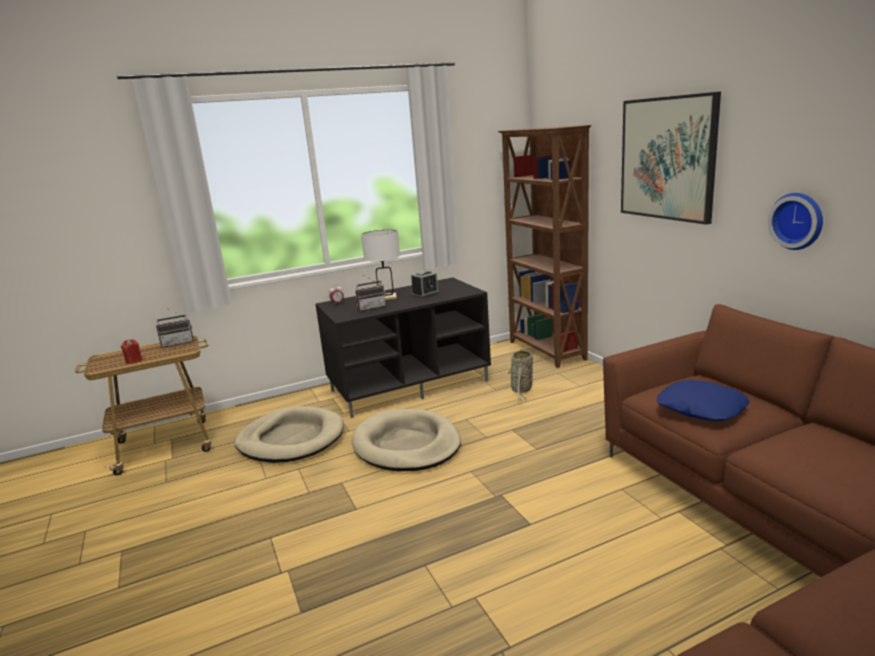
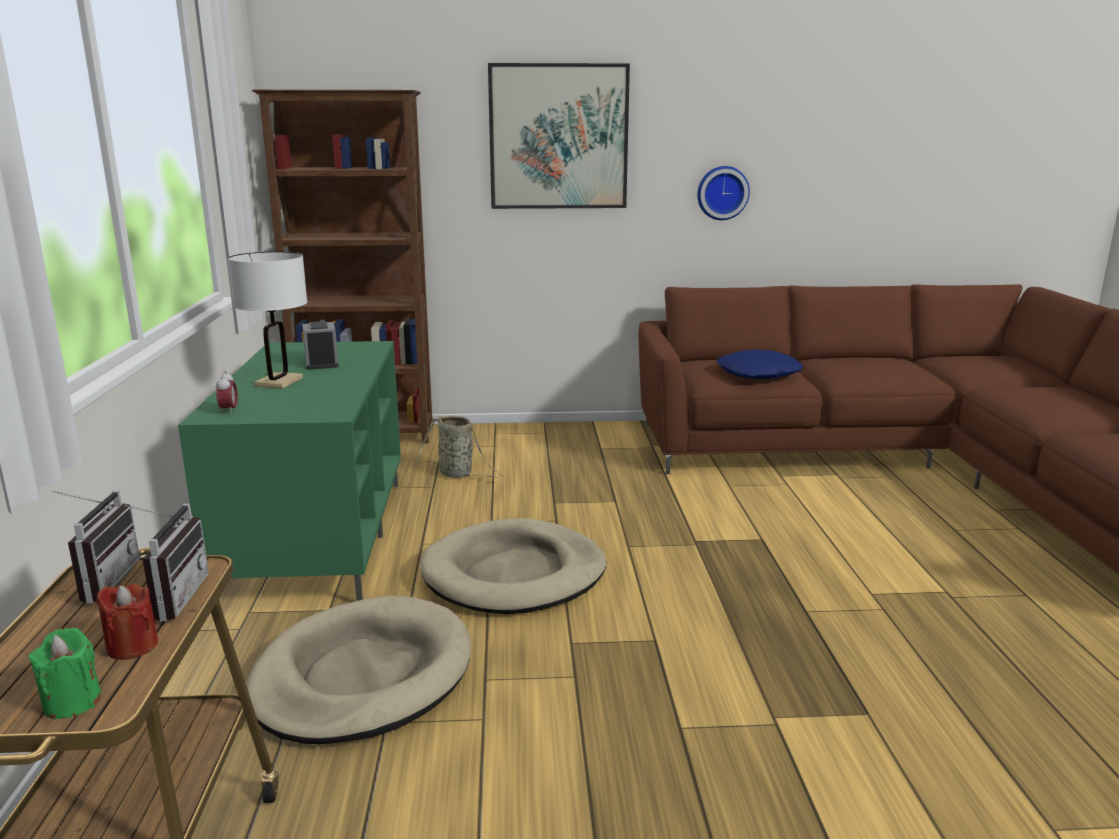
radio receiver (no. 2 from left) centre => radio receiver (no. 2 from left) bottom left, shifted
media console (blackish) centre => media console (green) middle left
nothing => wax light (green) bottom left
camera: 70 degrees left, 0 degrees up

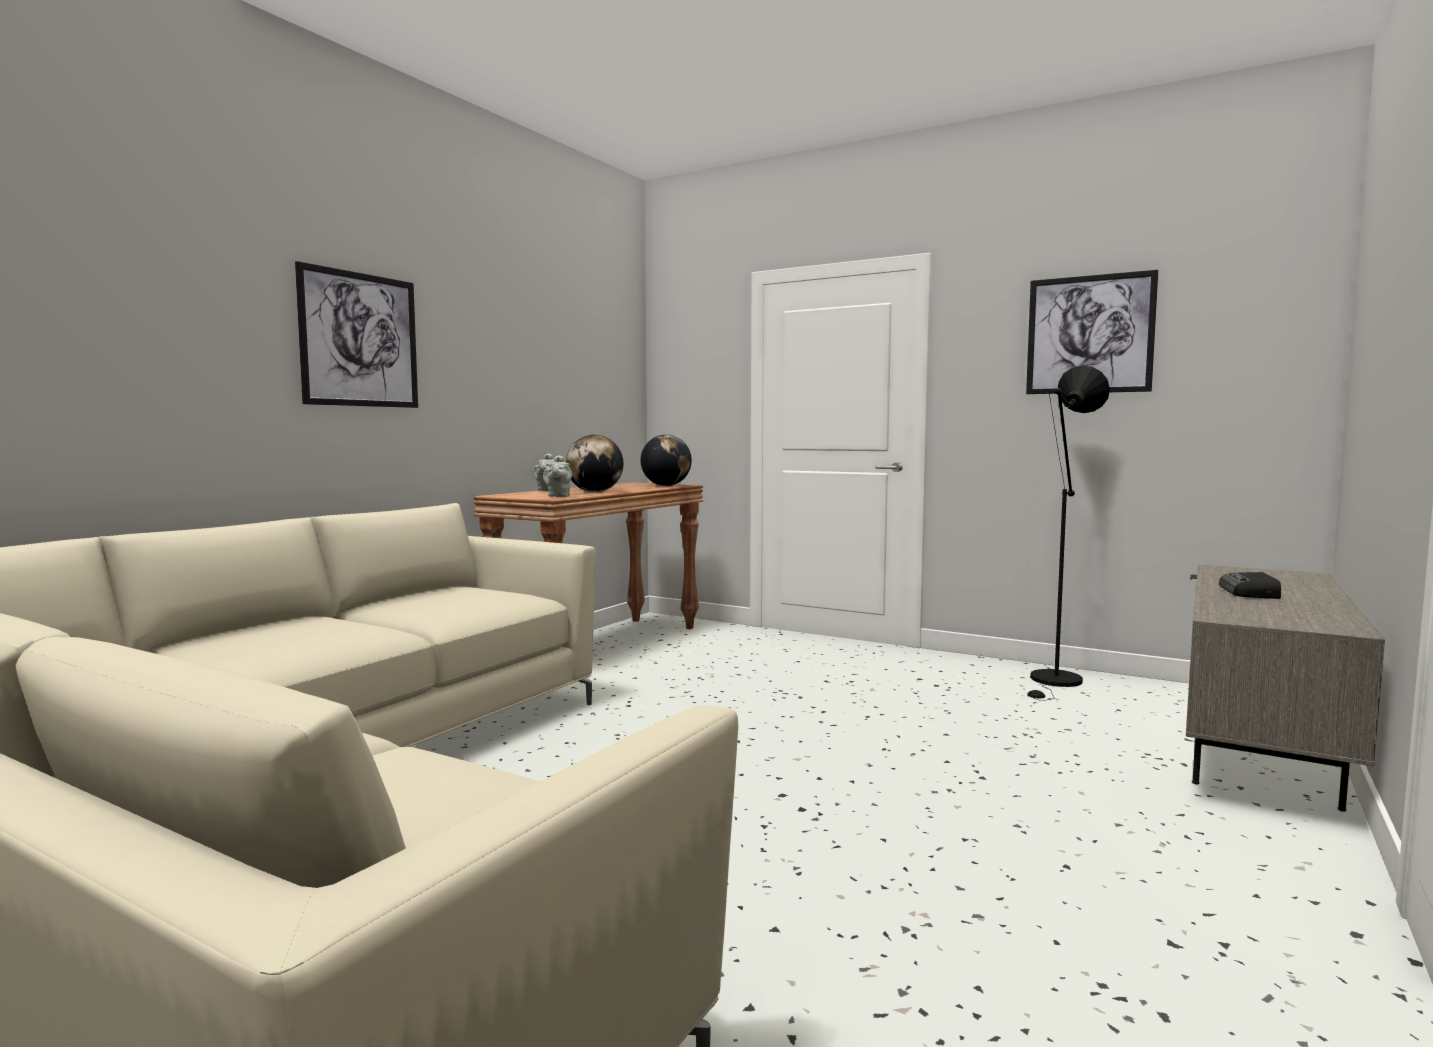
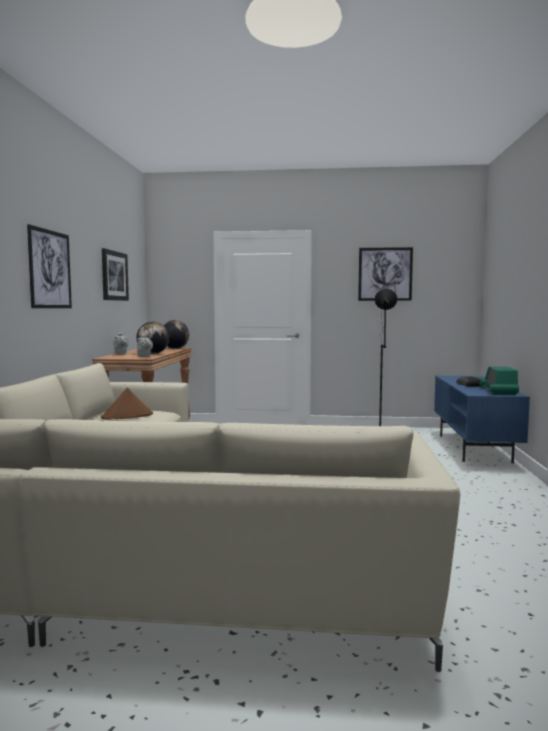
media console (gray) middle right => media console (bluish) middle right
nothing => picture (no. 2 from left) middle left
nothing => radio receiver (no. 2 from left) middle right
nothing => clothing hat (brownish) middle left
camera: 25 degrees left, 0 degrees up

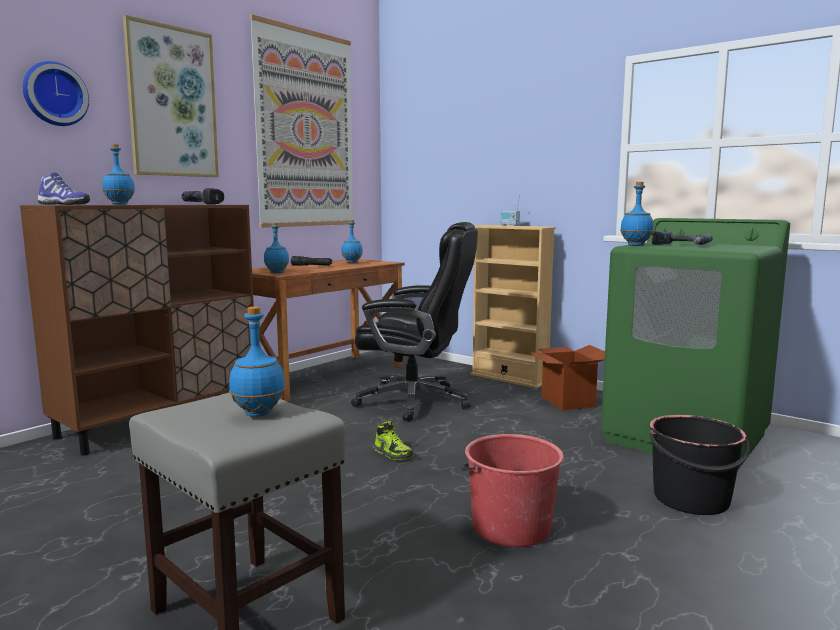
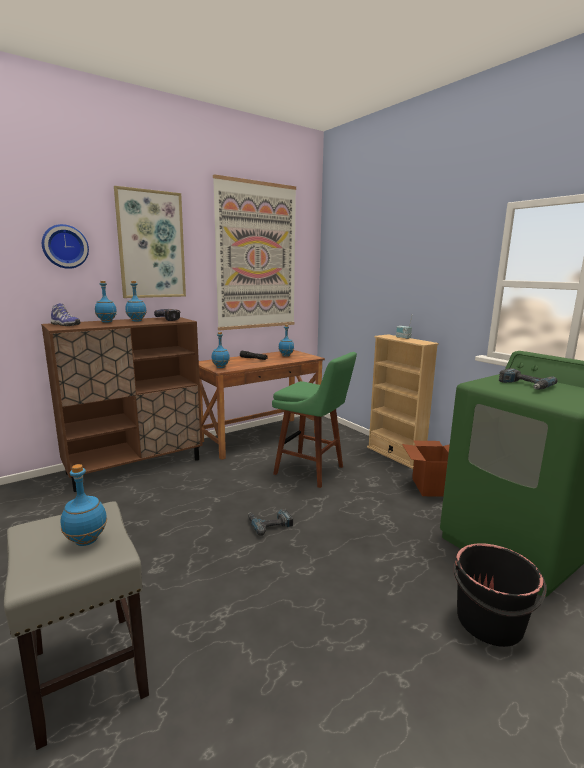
bottle (bluish) (no. 5 from left in the first image) middle right => bottle (bluish) (no. 3 from left) middle left, shifted
office chair (blackish) centre => stool seat (green) centre
low shoe (no. 2 from left) bottom centre => power drill (no. 2 from left) bottom centre
bucket (red-coloured) bottom centre => nothing
camera: 15 degrees right, 5 degrees up

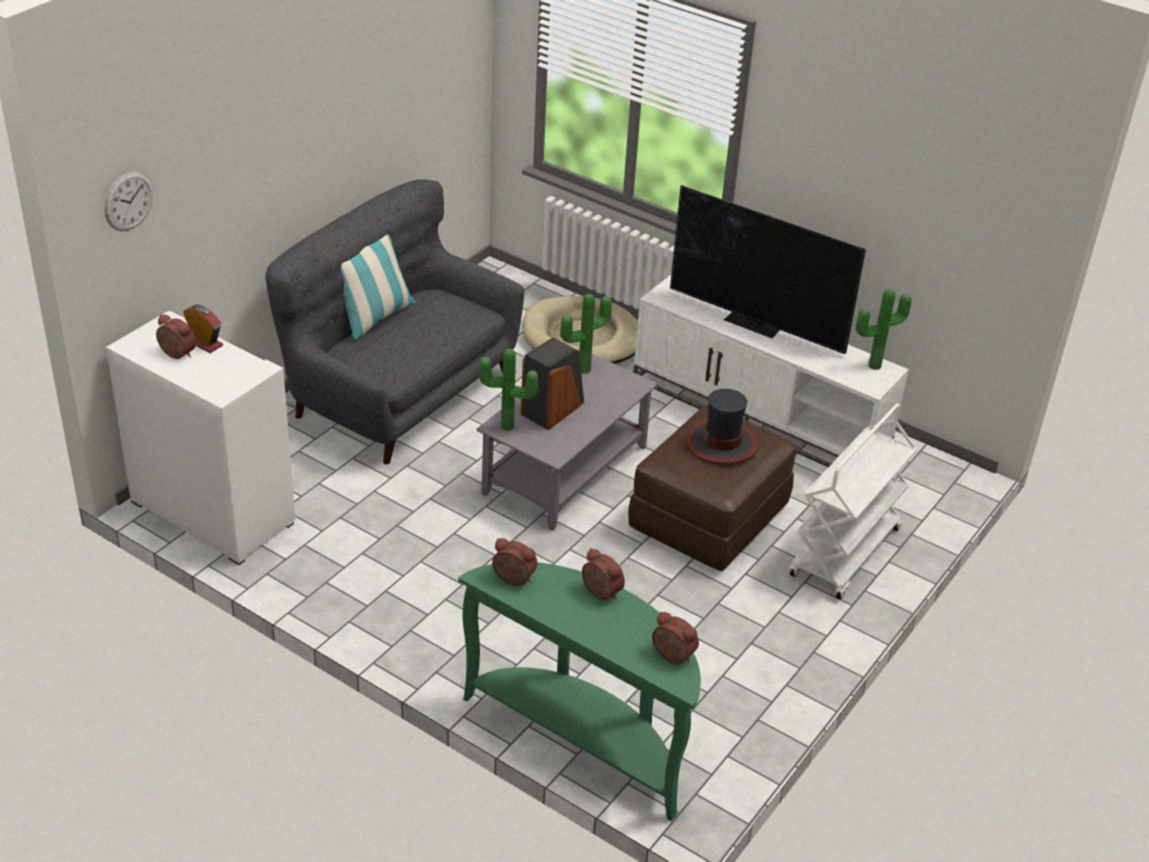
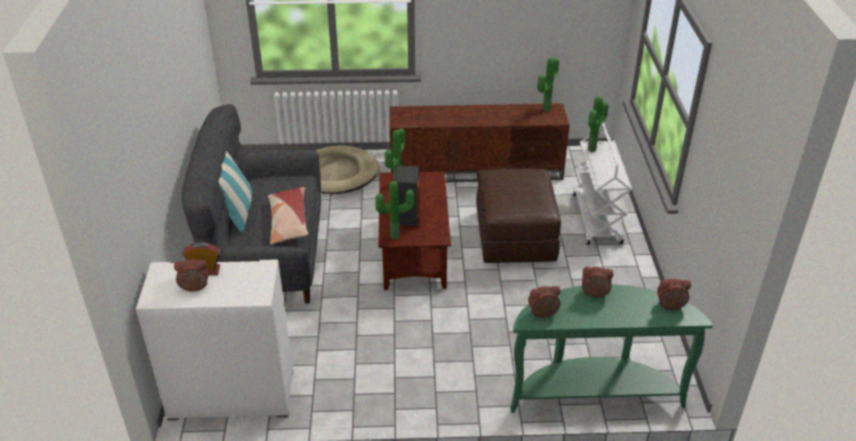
clock on the wall top left => nothing
TV top right => nothing
media console (white-coloured) middle right => media console (brownish) top centre
low table (gray) centre => low table (brownish) centre
clothing hat centre => nothing
nothing => houseplant (no. 4 from left) top right
nothing => cushion (no. 2 from left) centre
camera: 35 degrees left, 0 degrees up

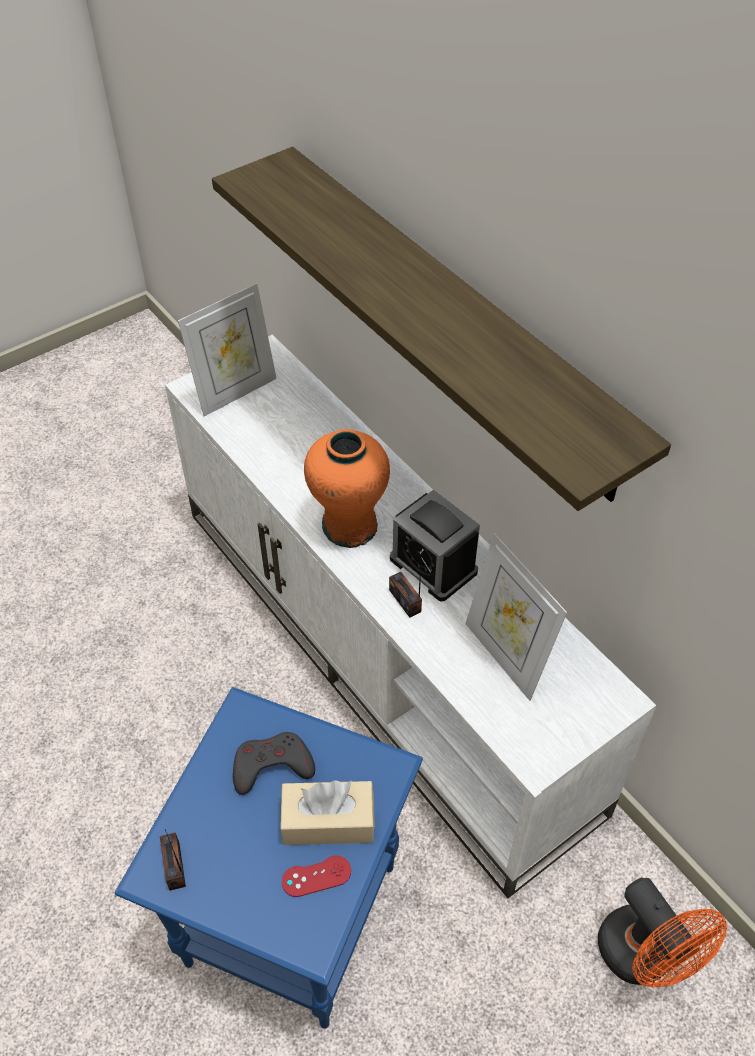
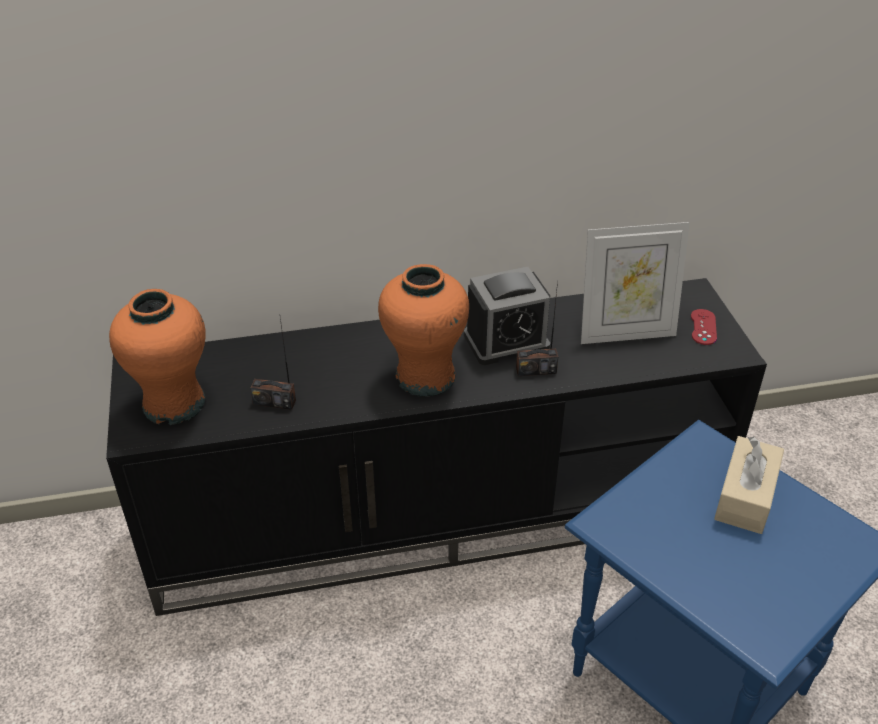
shelf top centre => nothing
standing frame (no. 1 from left) top left => decorative vase (orangey) (no. 1 from left) middle left
media console (white-coloured) centre => media console (blackish) centre
joypad (gray) bottom centre => nothing
radio receiver (no. 1 from left) bottom left => radio receiver (no. 1 from left) middle left, shifted
joypad (red-coloured) bottom centre => joypad (red-coloured) middle right, shifted
cooling fan (orangey) bottom right => nothing
camera: 65 degrees left, 10 degrees down

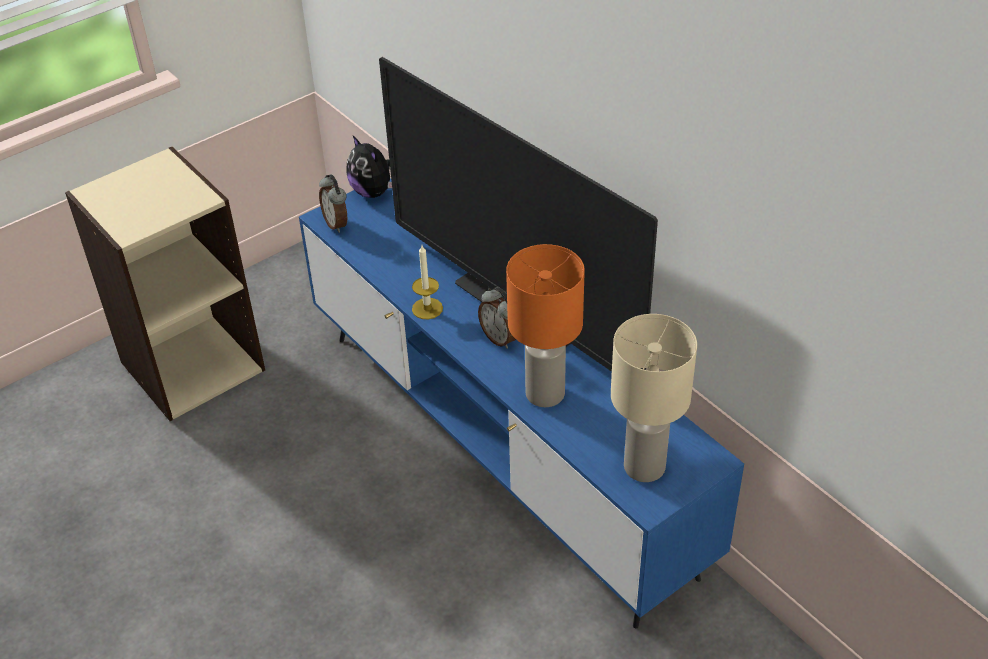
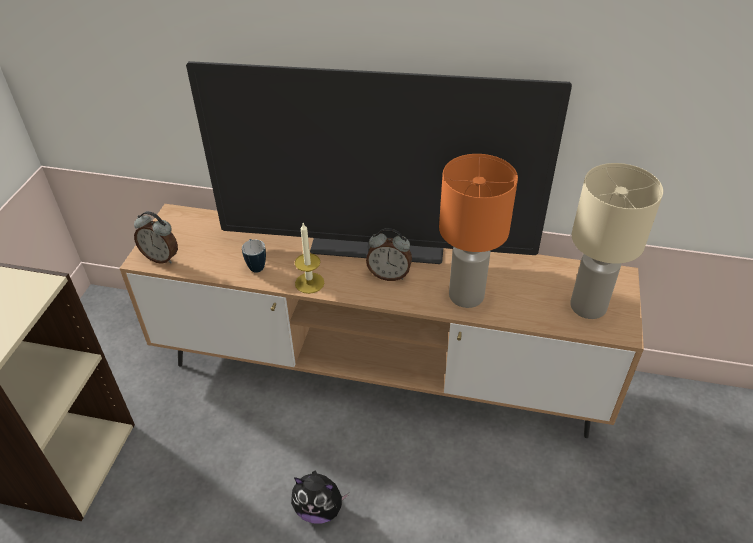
plush toy top centre => plush toy bottom centre, shifted
media console (bluish) centre => media console (brownish) centre
nothing => mug centre
camera: 40 degrees left, 0 degrees up

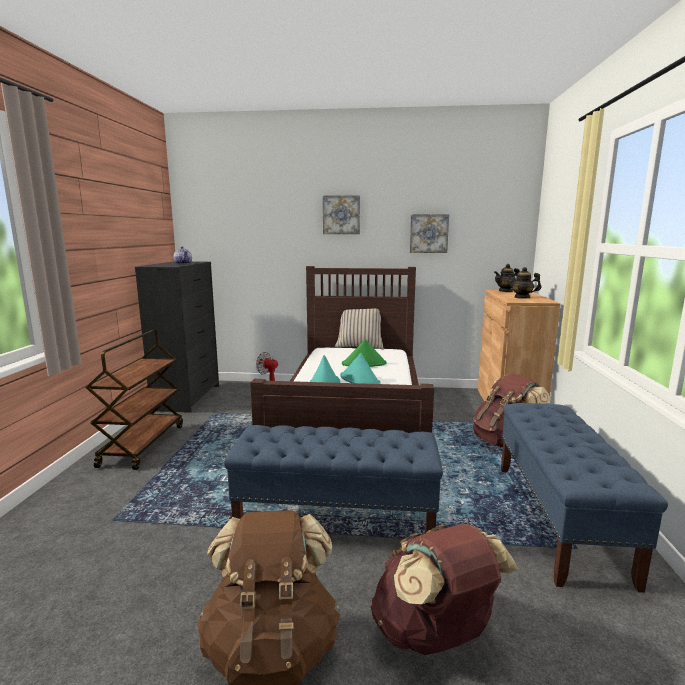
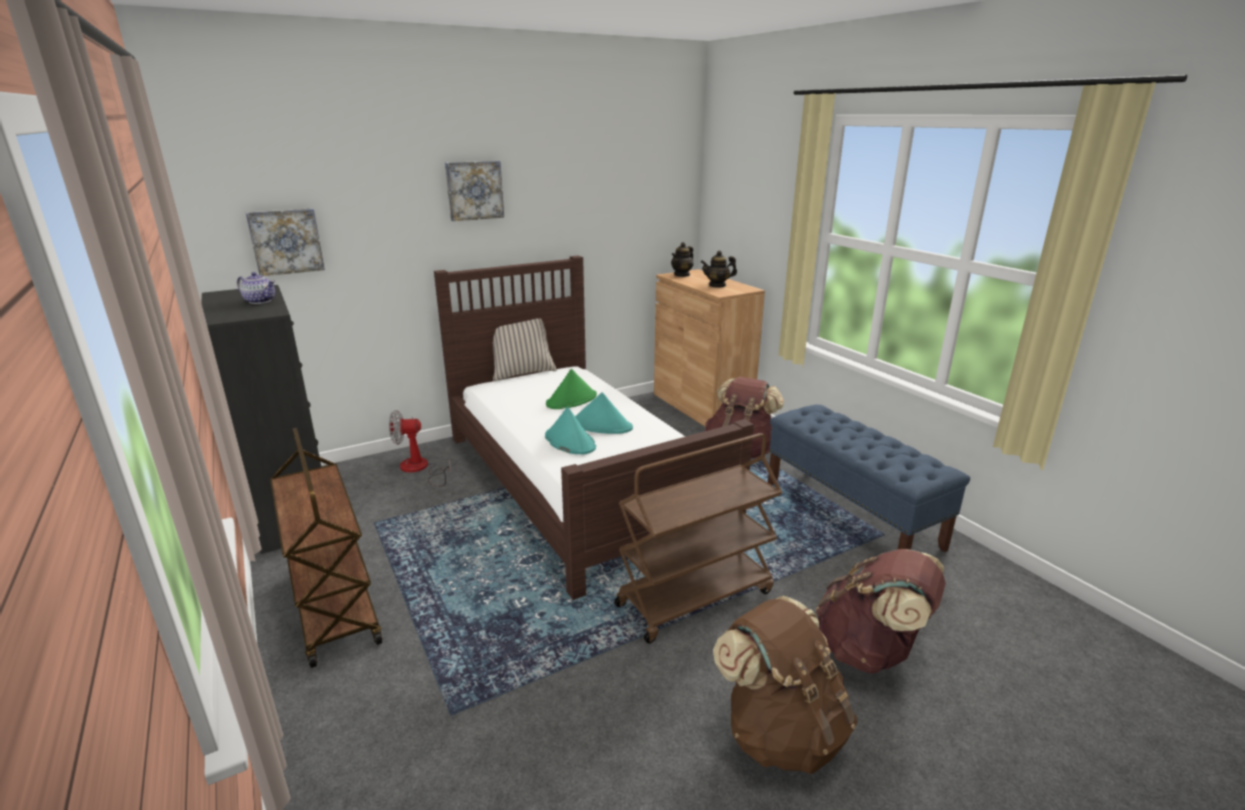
picture (no. 2 from left in the first image) centre => picture (no. 1 from left) top left, shifted
long seat (bluish) (no. 1 from left) bottom centre => cart (brownish) (no. 2 from left) centre
camera: 35 degrees left, 10 degrees up

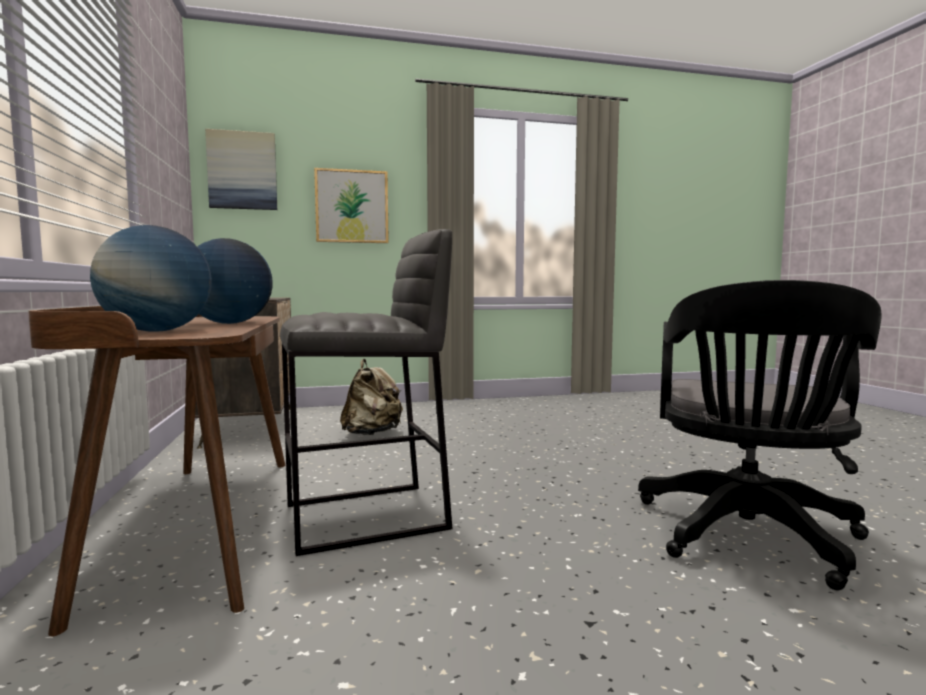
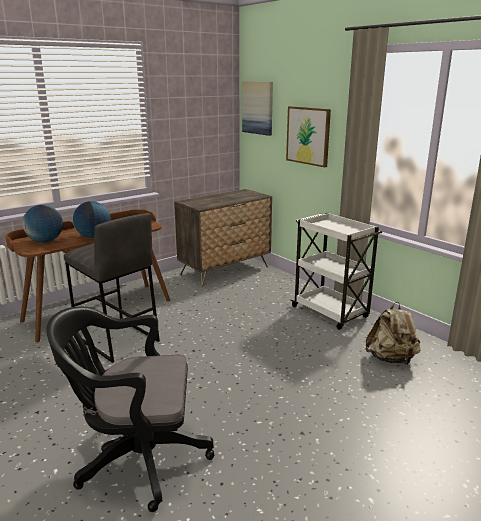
knapsack (beige) centre => knapsack (beige) middle right, shifted
nothing => cart (white-coloured) middle right
camera: 65 degrees right, 15 degrees up

